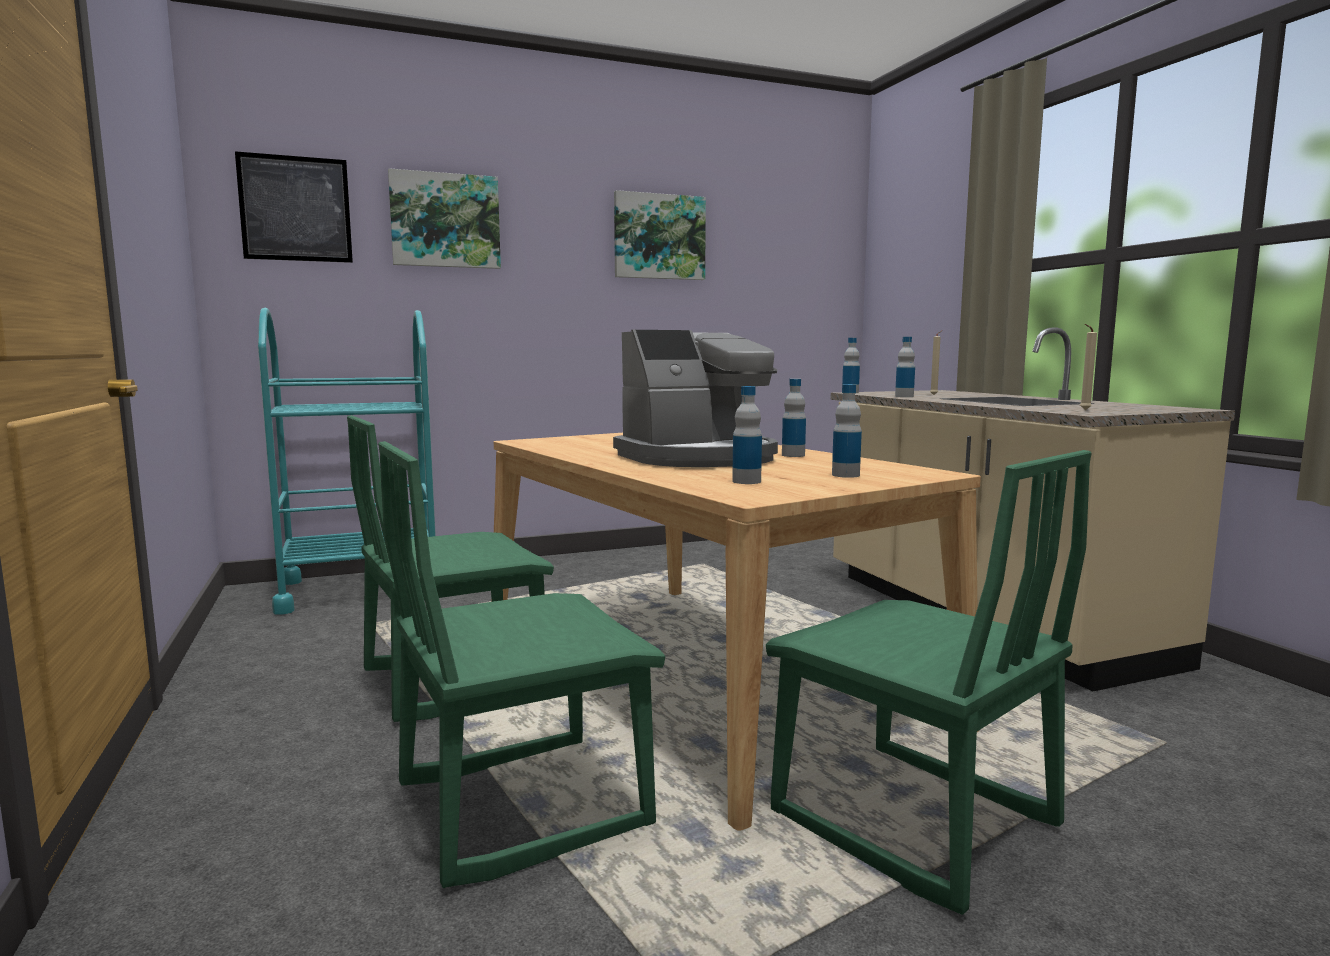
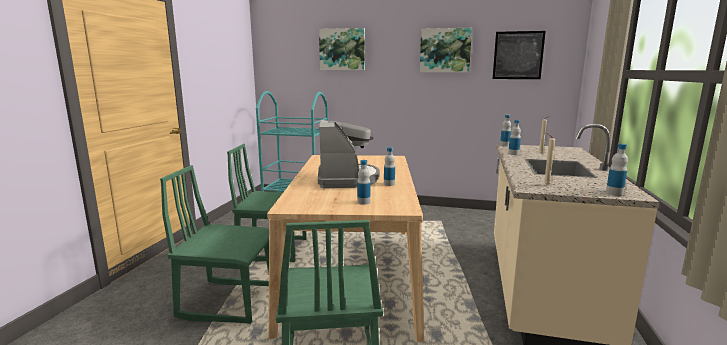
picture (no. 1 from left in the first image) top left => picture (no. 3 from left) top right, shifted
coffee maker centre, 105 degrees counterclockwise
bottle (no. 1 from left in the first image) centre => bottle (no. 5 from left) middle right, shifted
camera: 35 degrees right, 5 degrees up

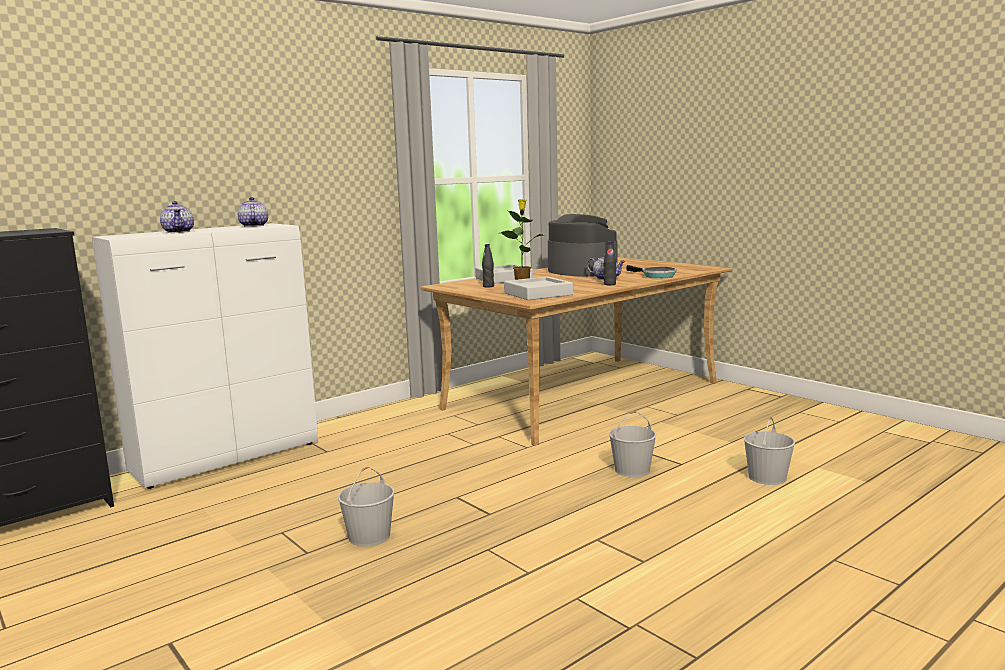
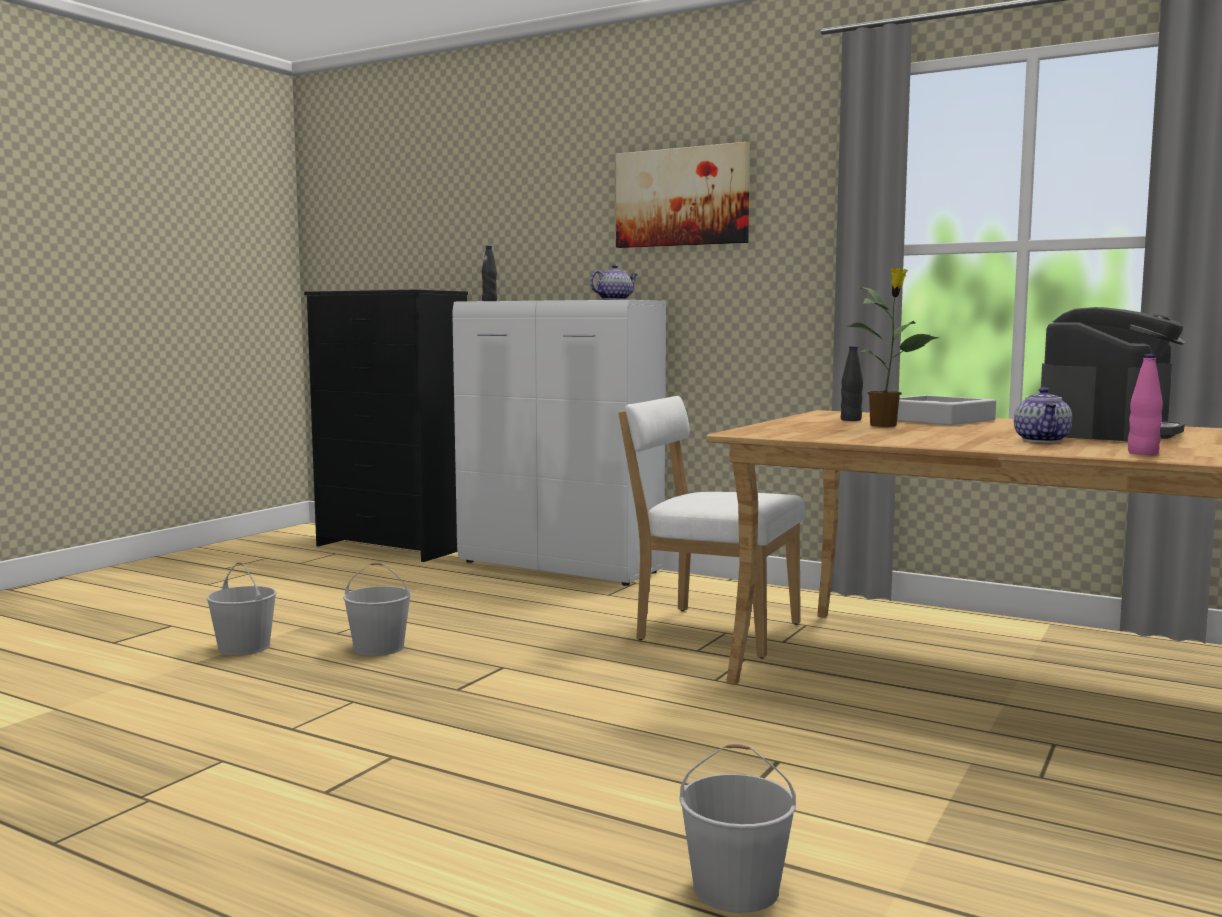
teapot (no. 1 from left) top left => nothing
bottle (blackish) (no. 2 from left in the first image) centre => bottle (blackish) (no. 1 from left) top centre, shifted
pan centre => bottle (pink) middle right
tray (gray) (no. 2 from left) centre => nothing
bucket (white-coloured) (no. 2 from left in the first image) centre => bucket (white-coloured) (no. 1 from left) middle left, shifted
nothing => picture top centre
nothing => chair (white-coloured) centre
camera: 70 degrees right, 5 degrees down

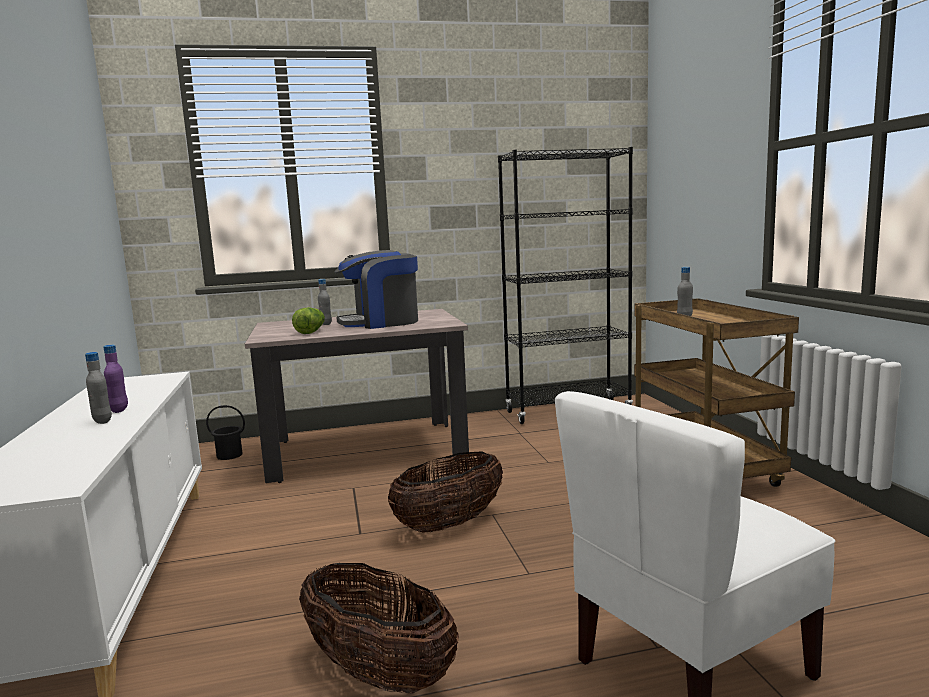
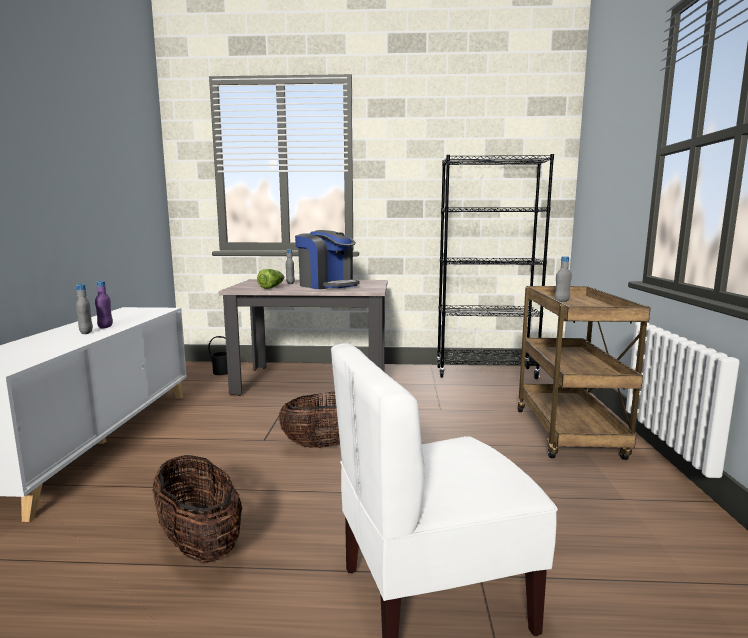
coffee maker centre, 135 degrees counterclockwise
camera: 15 degrees right, 0 degrees up

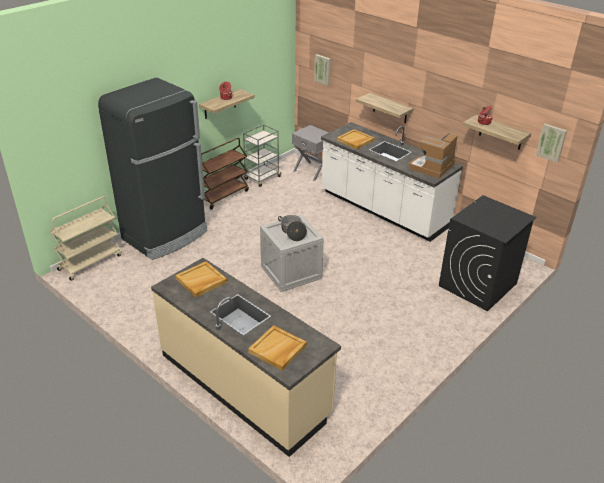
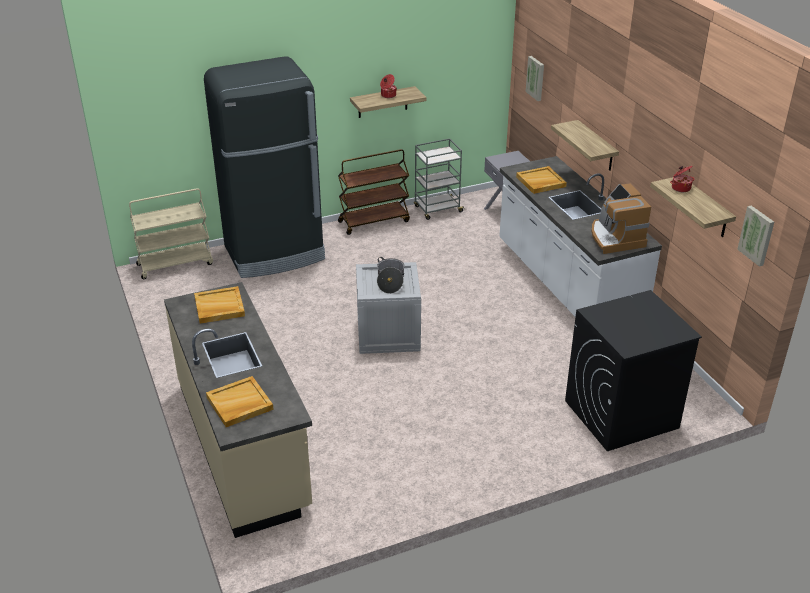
coffee maker top right => coffee maker middle right, 75 degrees counterclockwise
camera: 25 degrees right, 0 degrees up

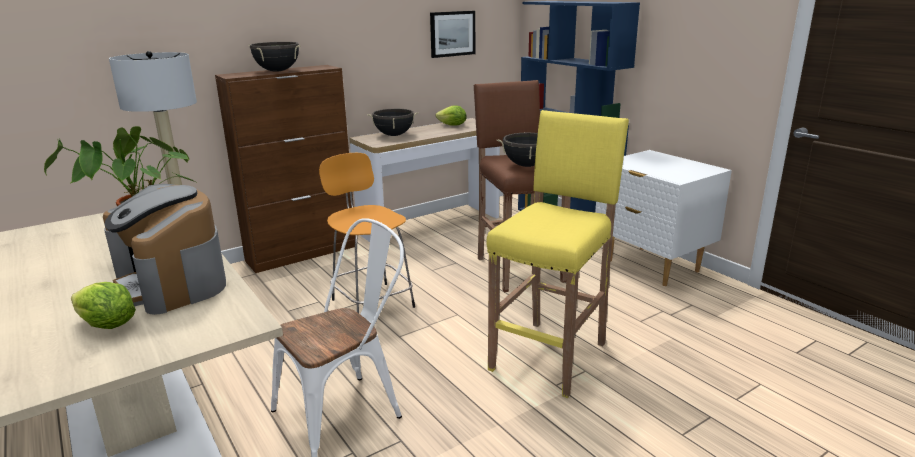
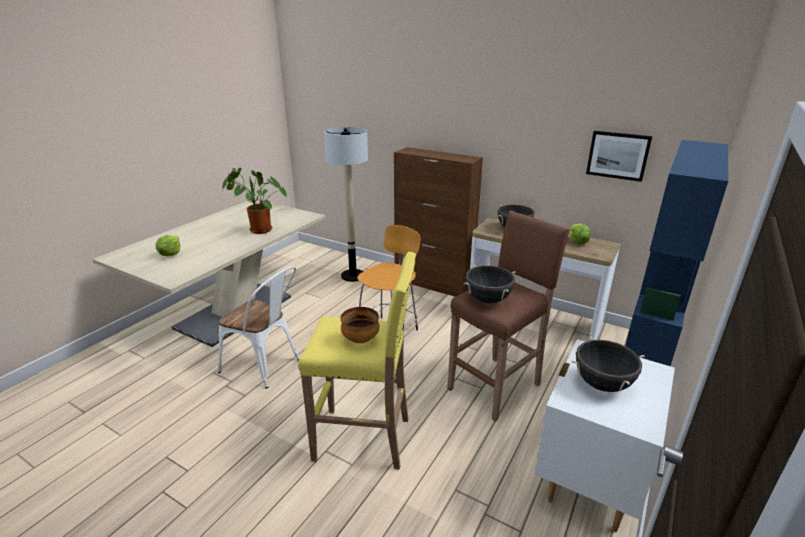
cooking pot (blackish) (no. 1 from left in the first image) top left => cooking pot (blackish) (no. 3 from left) bottom right, shifted
coffee maker middle left => nothing
nothing => bowl centre
camera: 65 degrees right, 5 degrees up

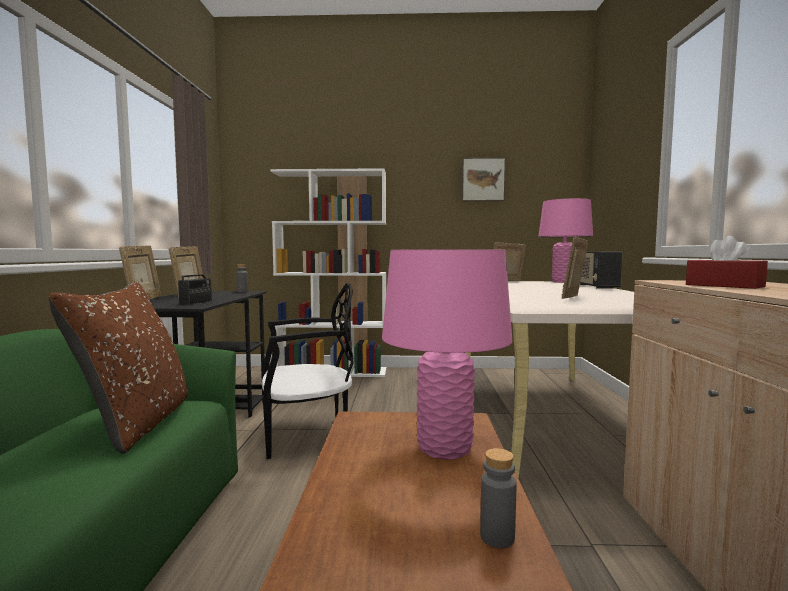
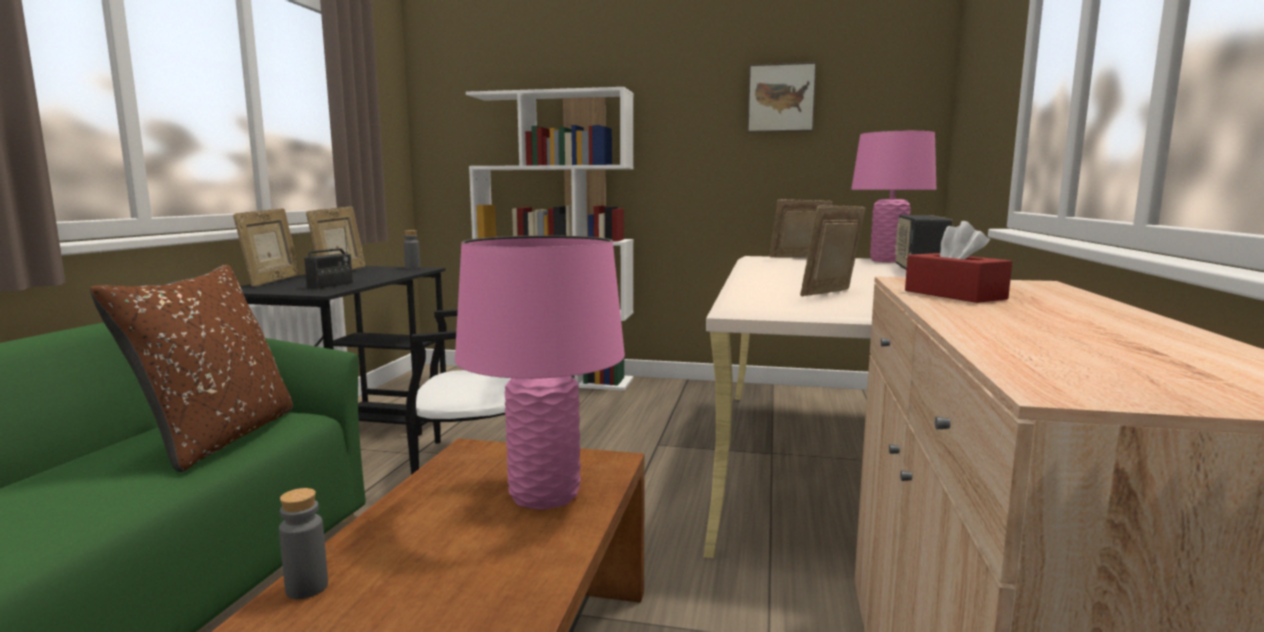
bottle (gray) (no. 2 from left in the first image) bottom centre => bottle (gray) (no. 1 from left) bottom left, shifted
camera: 10 degrees right, 5 degrees up

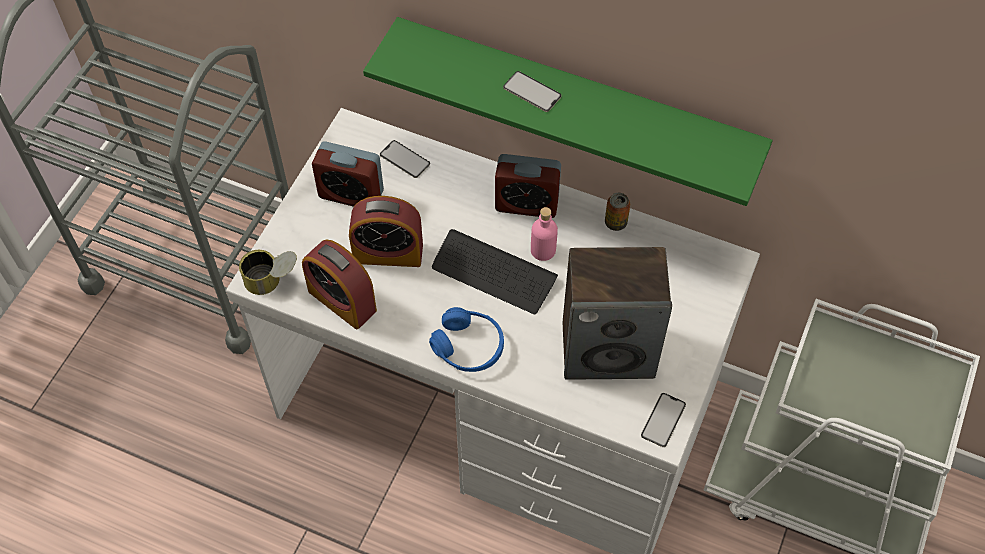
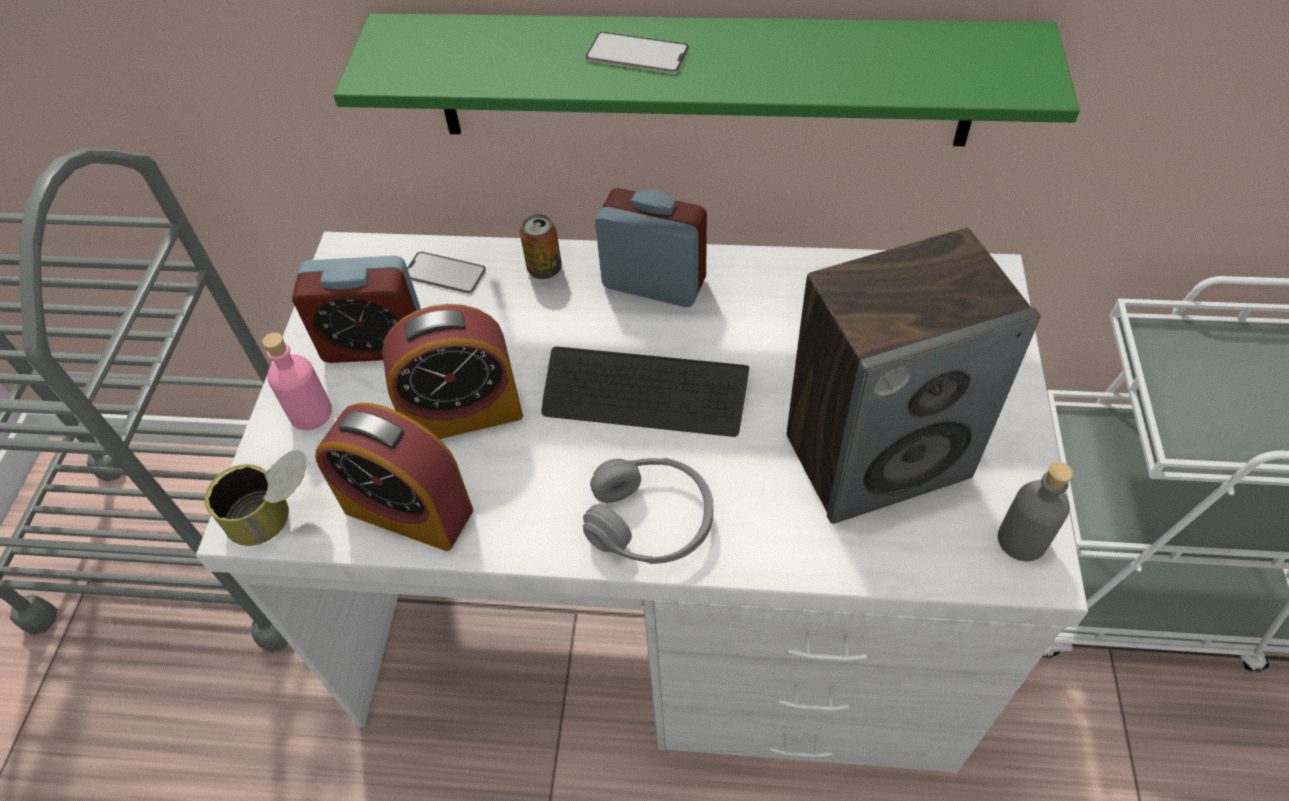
table clock (no. 4 from left) centre => table clock (no. 4 from left) top centre, 150 degrees counterclockwise
metal can (no. 2 from left) centre => metal can (no. 2 from left) top centre, shifted
bottle (pink) centre => bottle (pink) middle left, shifted
headset (bluish) centre => headset (gray) centre
handset (no. 3 from left) bottom right => bottle (gray) middle right
camera: 15 degrees left, 5 degrees down

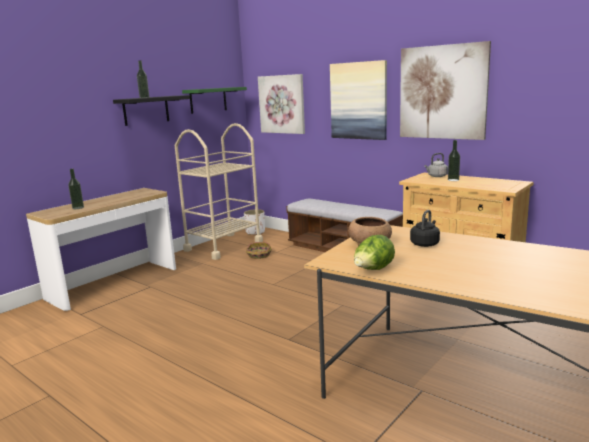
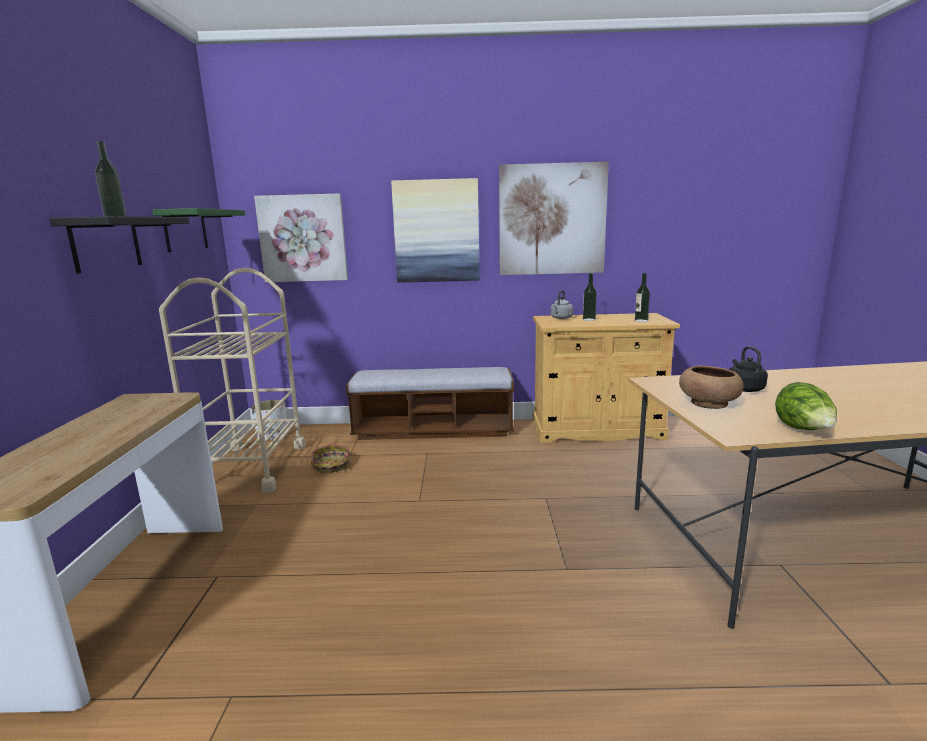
bottle (no. 1 from left in the first image) middle left => bottle (no. 3 from left) middle right, shifted
camera: 40 degrees left, 0 degrees up

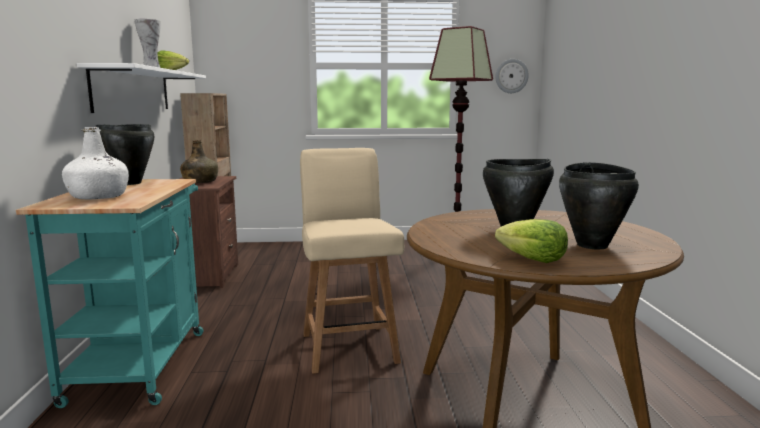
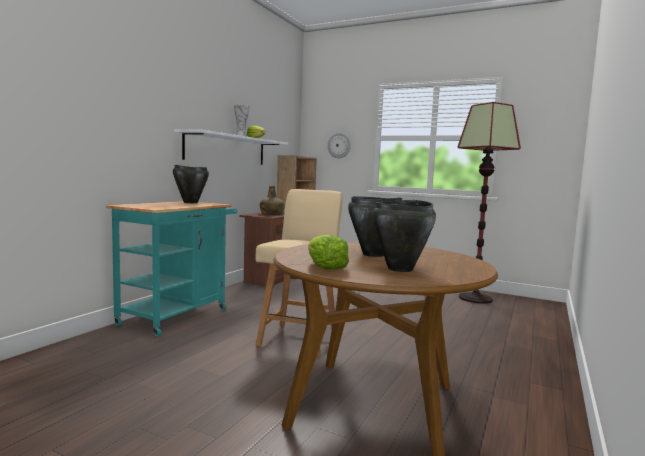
clock on the wall top right => clock on the wall top centre, shifted
bottle (white-coloured) middle left => nothing
camera: 30 degrees right, 5 degrees down

